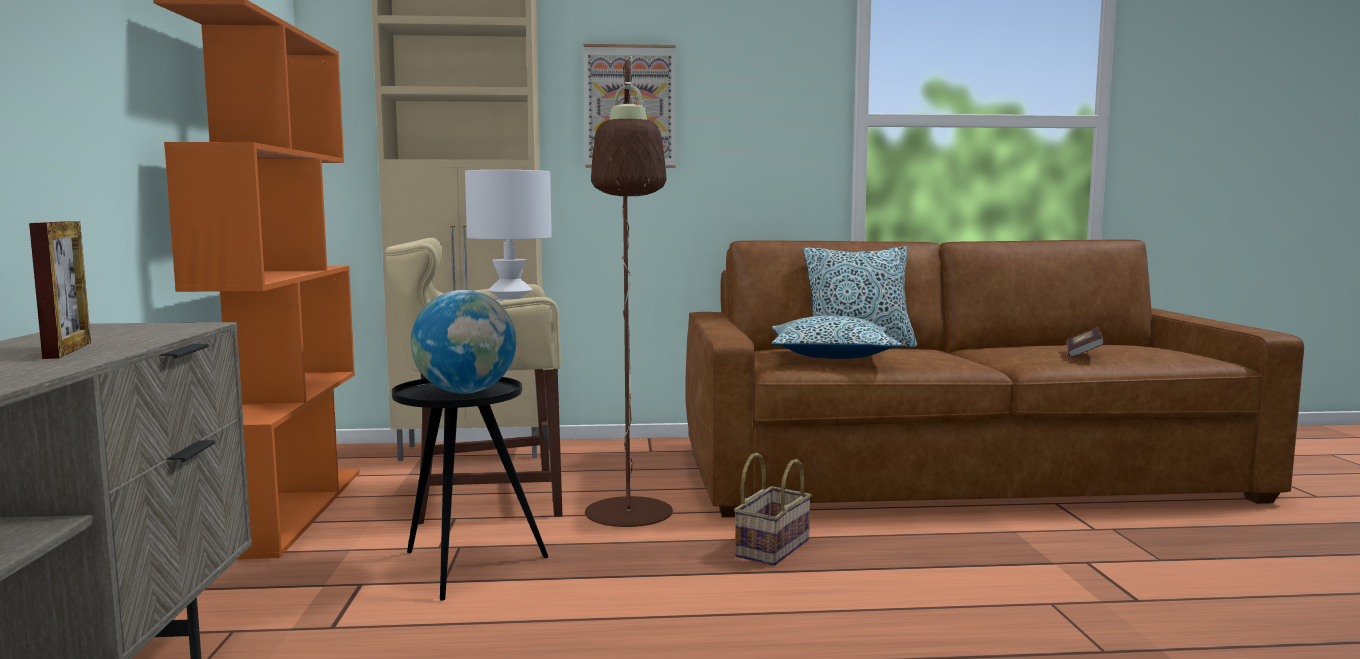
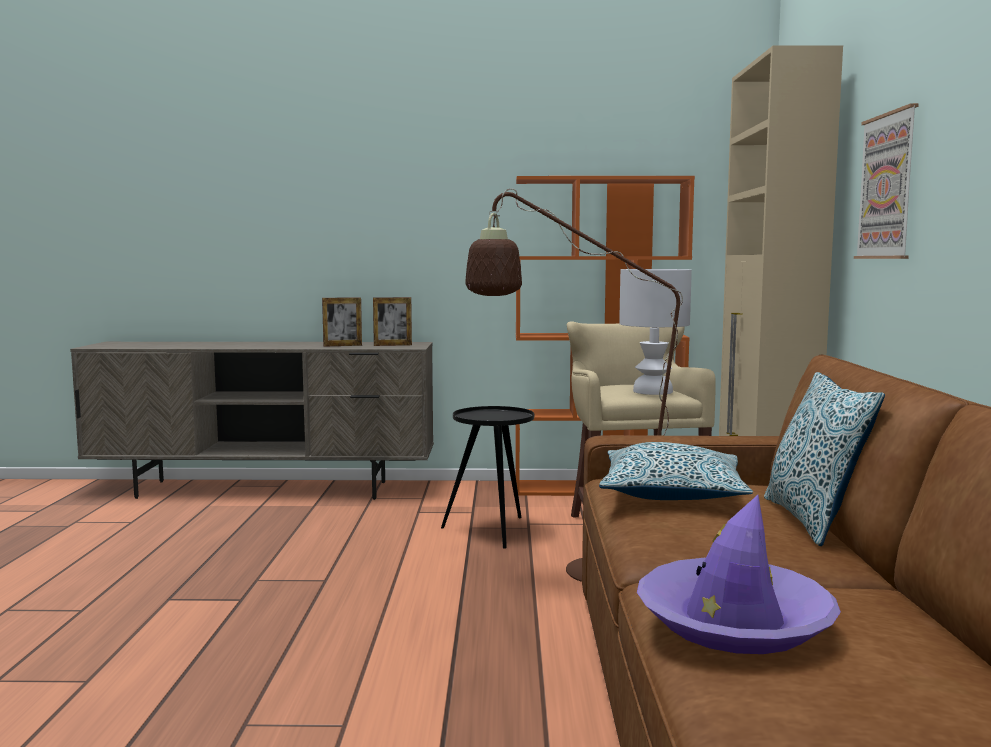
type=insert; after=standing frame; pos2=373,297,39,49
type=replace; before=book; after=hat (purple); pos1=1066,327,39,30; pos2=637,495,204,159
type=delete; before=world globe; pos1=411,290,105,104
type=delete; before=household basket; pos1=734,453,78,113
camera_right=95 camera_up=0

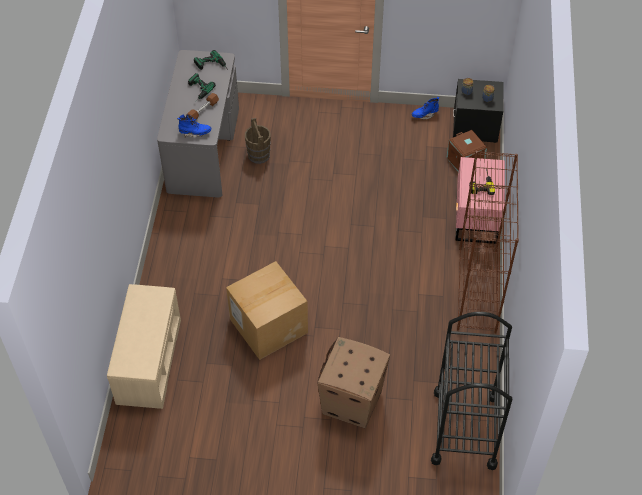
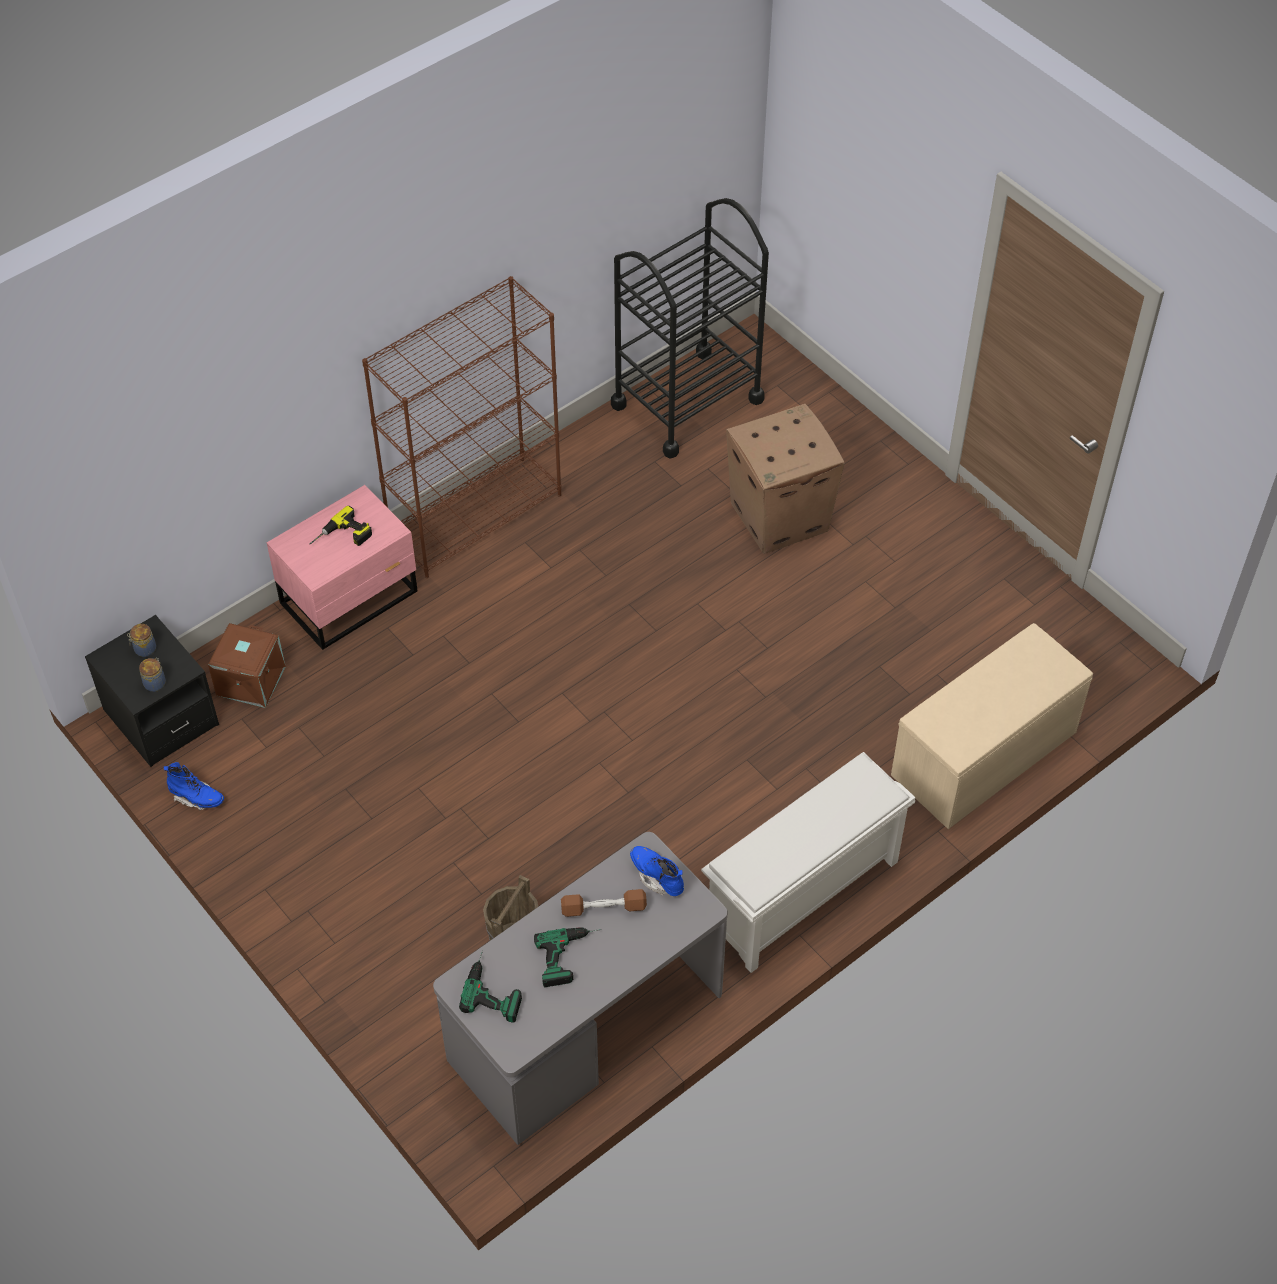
type=insert; after=shoe rack (whitish); pos2=701,752,214,221
type=delete; before=packing box; pos1=226,261,82,99
camera_right=-135 camera_up=0

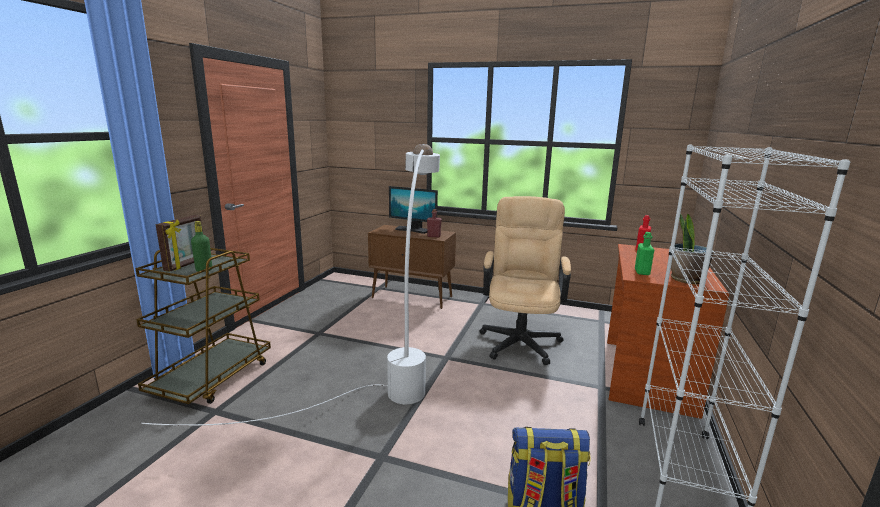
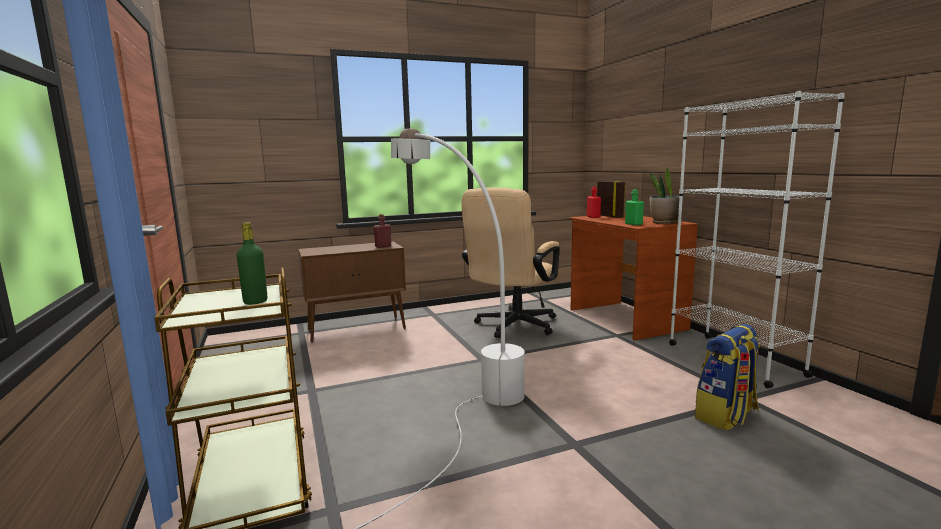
type=rotate; before=office chair (beige-coloured); pos1=479,196,92,169; pos2=462,187,98,151; turn=-120
type=move; before=standing frame; pos1=156,215,47,57; pos2=597,180,29,38
type=delete; before=computer screen; pos1=389,186,49,48
camera_right=-40 camera_up=-5

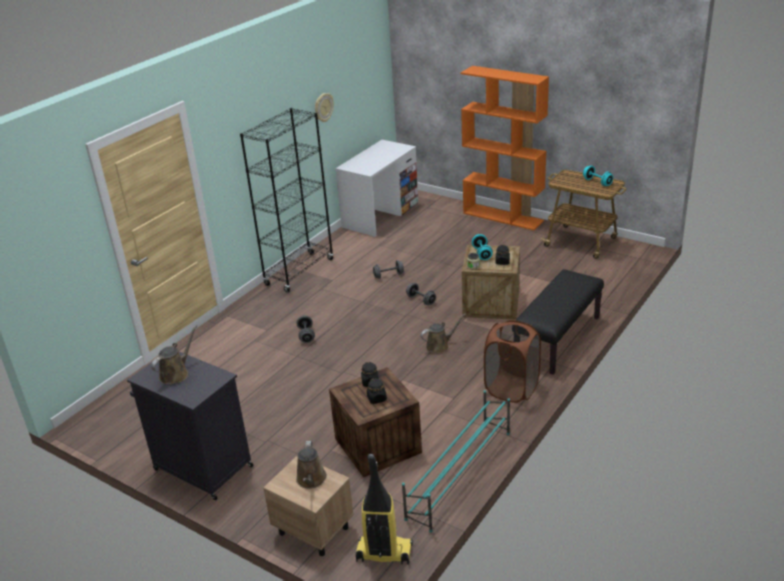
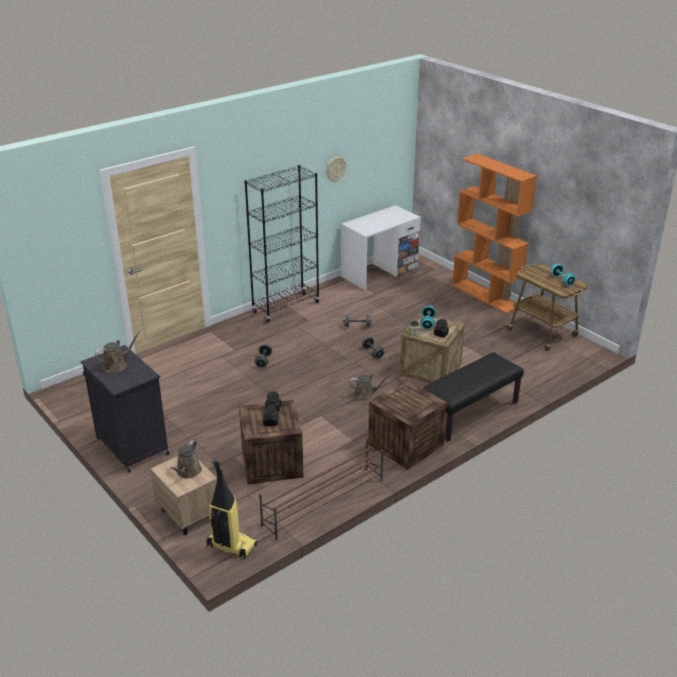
type=recolor; before=shoe rack (turquoise-coloured); after=shoe rack (brownish); pos1=402,390,108,142; pos2=259,438,125,102
type=replace; before=washing basket (brownish); after=packing crate; pos1=484,320,57,83; pos2=368,380,79,90
camera_right=15 camera_up=0

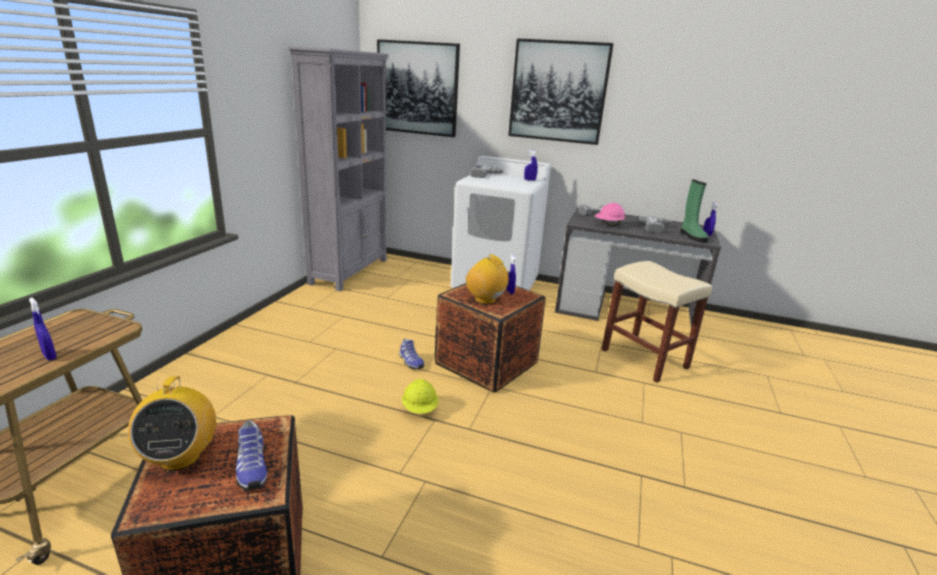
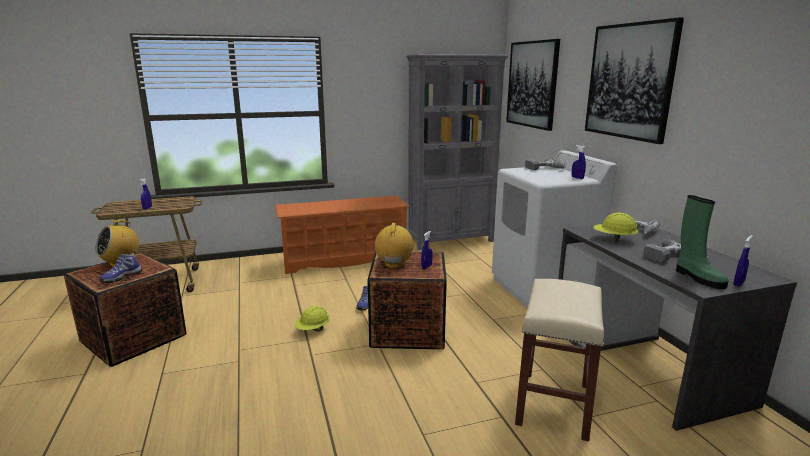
type=insert; after=shoe rack (orange-coloured); pos2=275,195,135,79
type=recolor; before=hard hat (pink); after=hard hat (yellow-coloured); pos1=595,203,30,23; pos2=593,212,46,30
type=rotate; before=high-top boot (greenish); pos1=680,179,29,64; pos2=676,195,53,94; turn=-60
camera_right=55 camera_up=-5

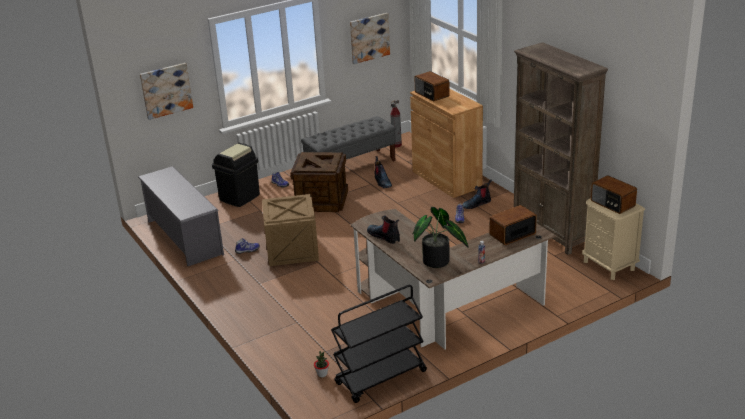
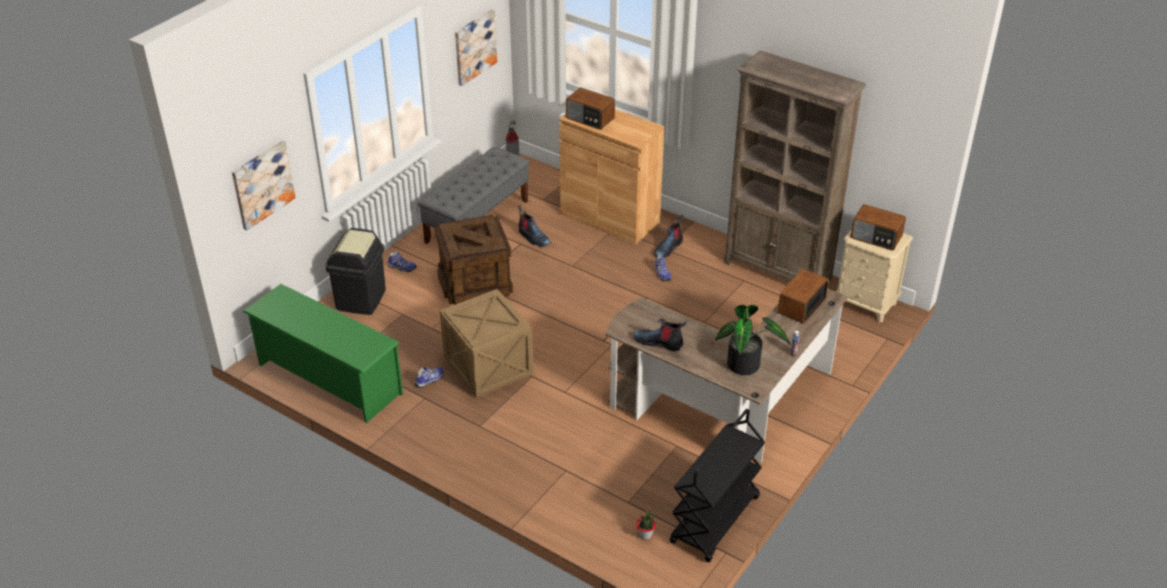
type=recolor; before=shoe rack (gray); after=shoe rack (greenish); pos1=138,166,86,100; pos2=243,284,160,139
camera_right=-25 camera_up=10

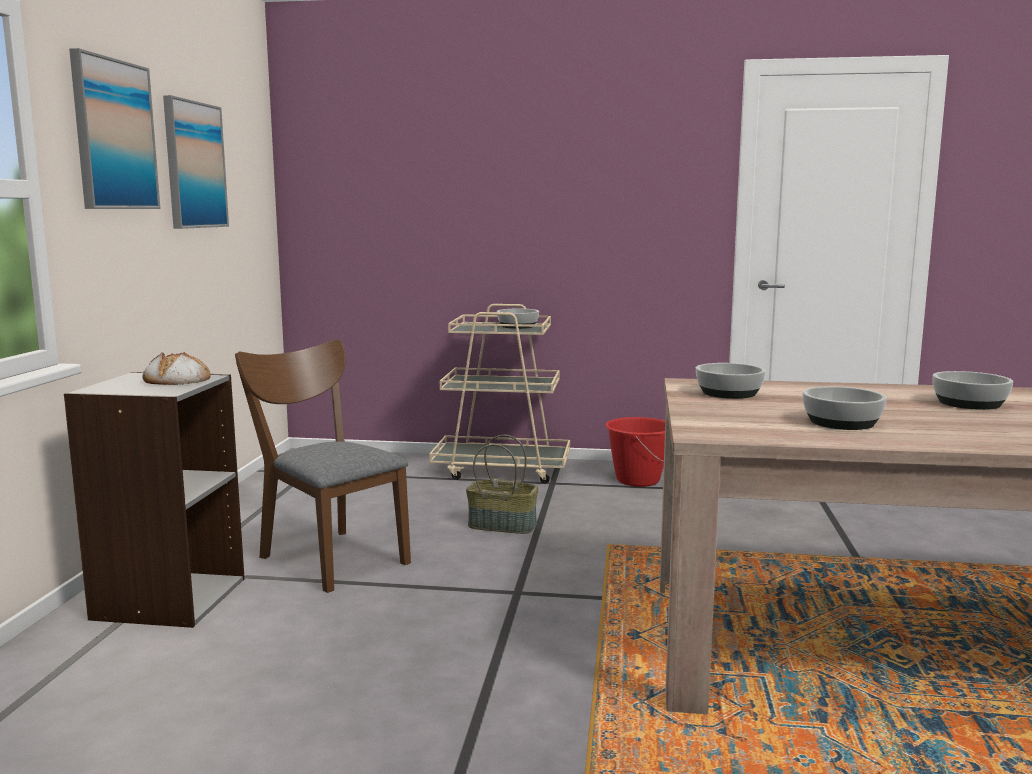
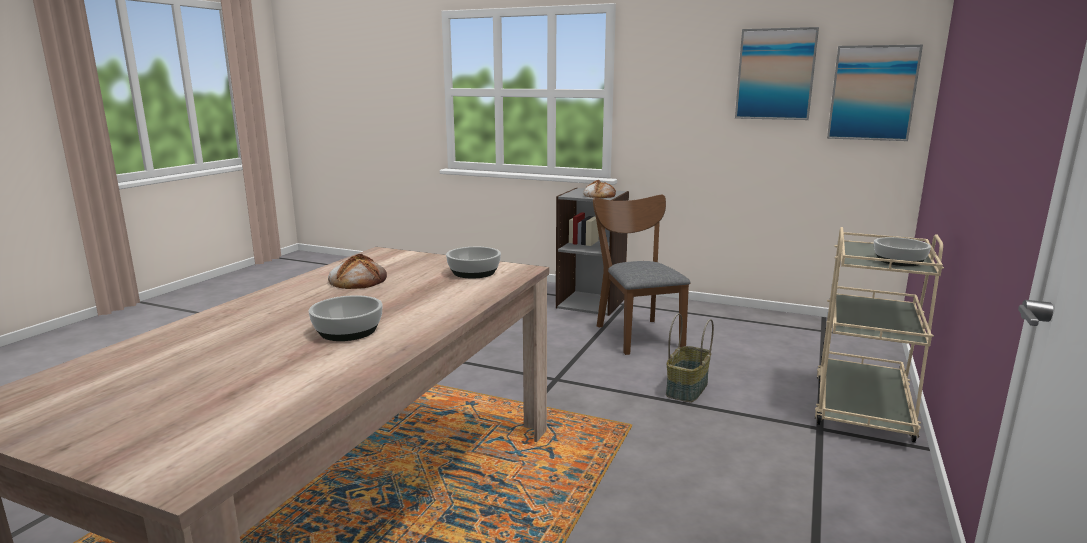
type=replace; before=bowl; after=baked bread; pos1=802,386,85,44; pos2=328,254,59,35
type=rotate; before=plain chair (brownish); pos1=235,340,176,253; pos2=593,195,97,160; turn=-75
type=move; before=picture; pos1=69,48,91,161; pos2=827,45,96,96
type=delete; before=water bucket (red); pos1=606,417,59,70
camera_right=105 camera_up=5

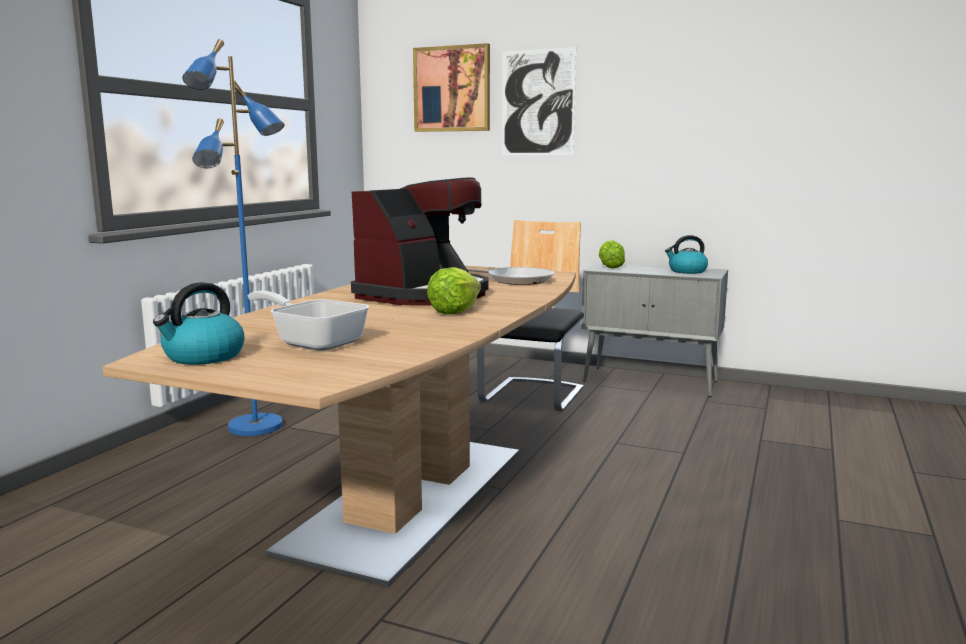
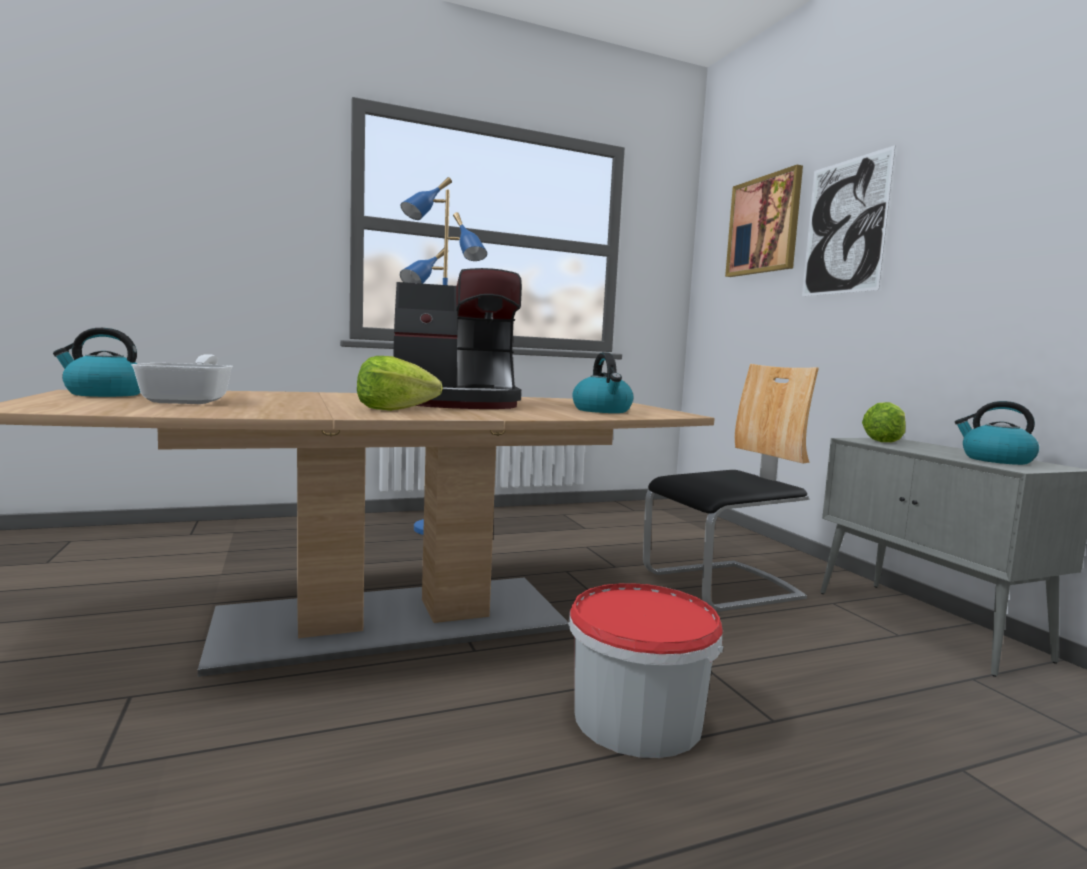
type=insert; after=water bucket; pos2=568,583,155,175
type=replace; before=pan; after=kettle; pos1=467,267,87,18; pos2=572,352,61,61
camera_right=45 camera_up=-5

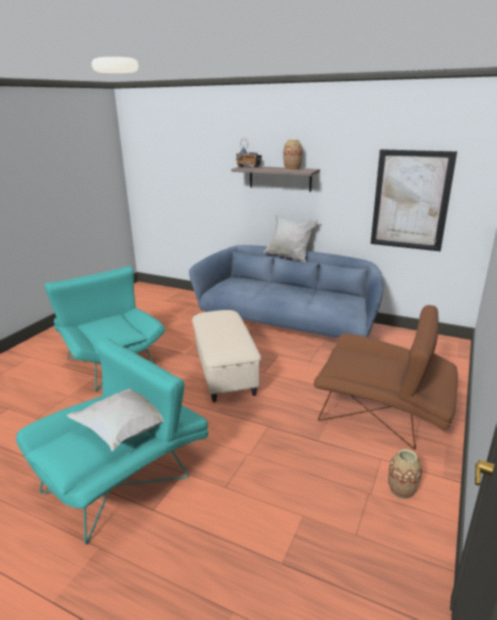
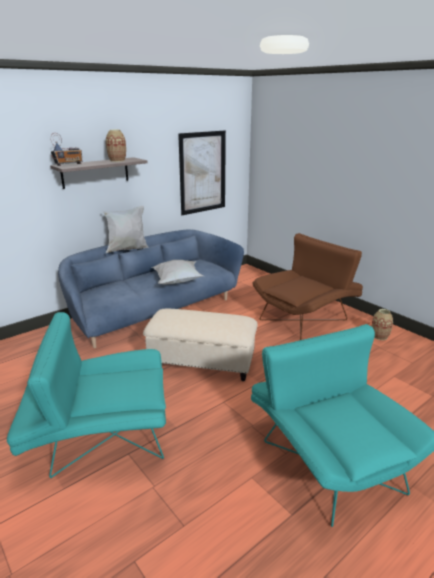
type=move; before=throw pillow (whitish); pos1=67,389,97,62; pos2=151,260,53,25
camera_right=-65 camera_up=0

